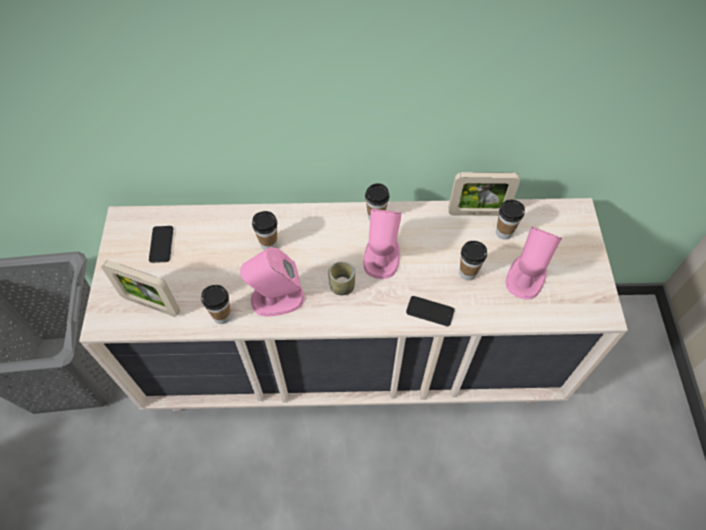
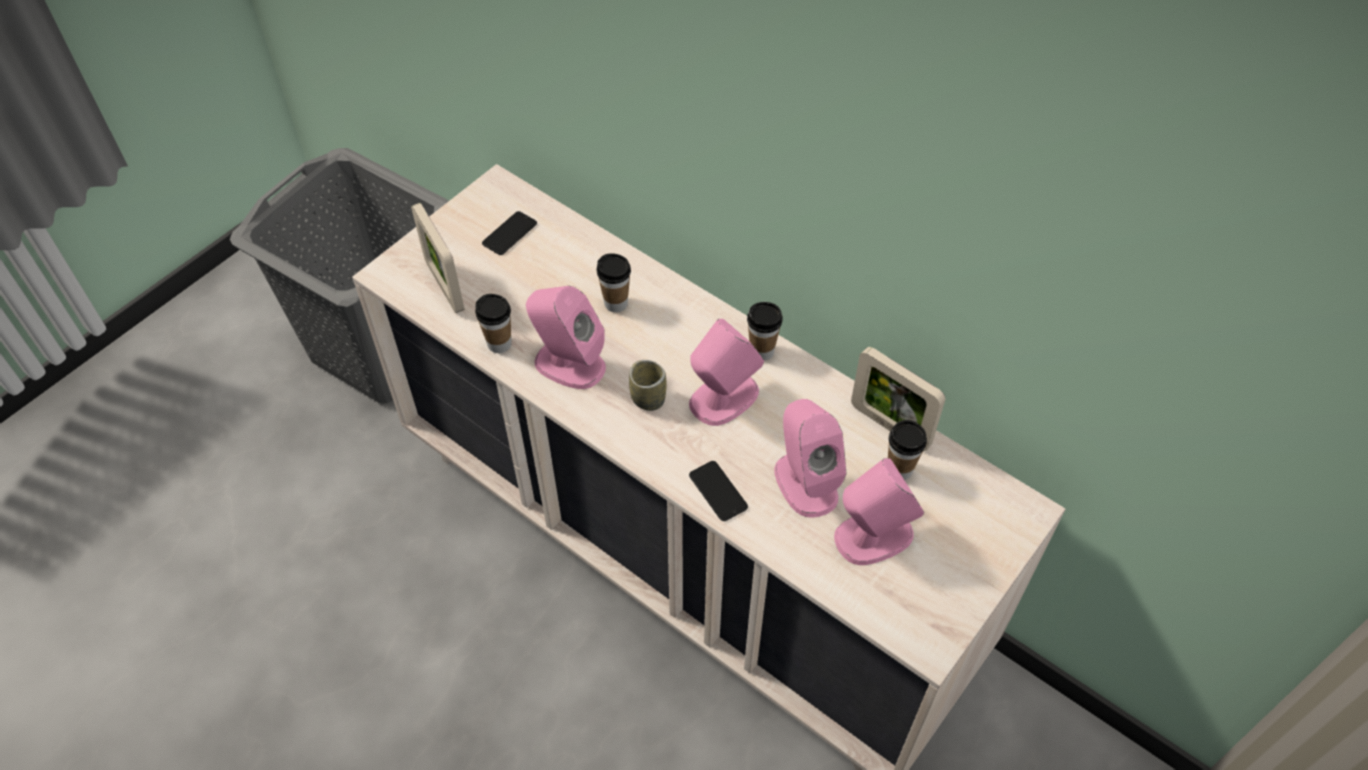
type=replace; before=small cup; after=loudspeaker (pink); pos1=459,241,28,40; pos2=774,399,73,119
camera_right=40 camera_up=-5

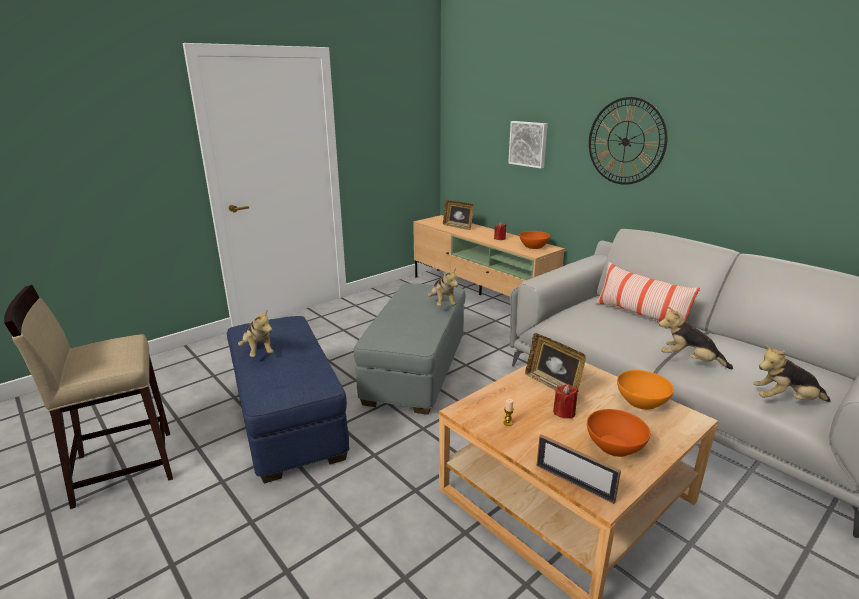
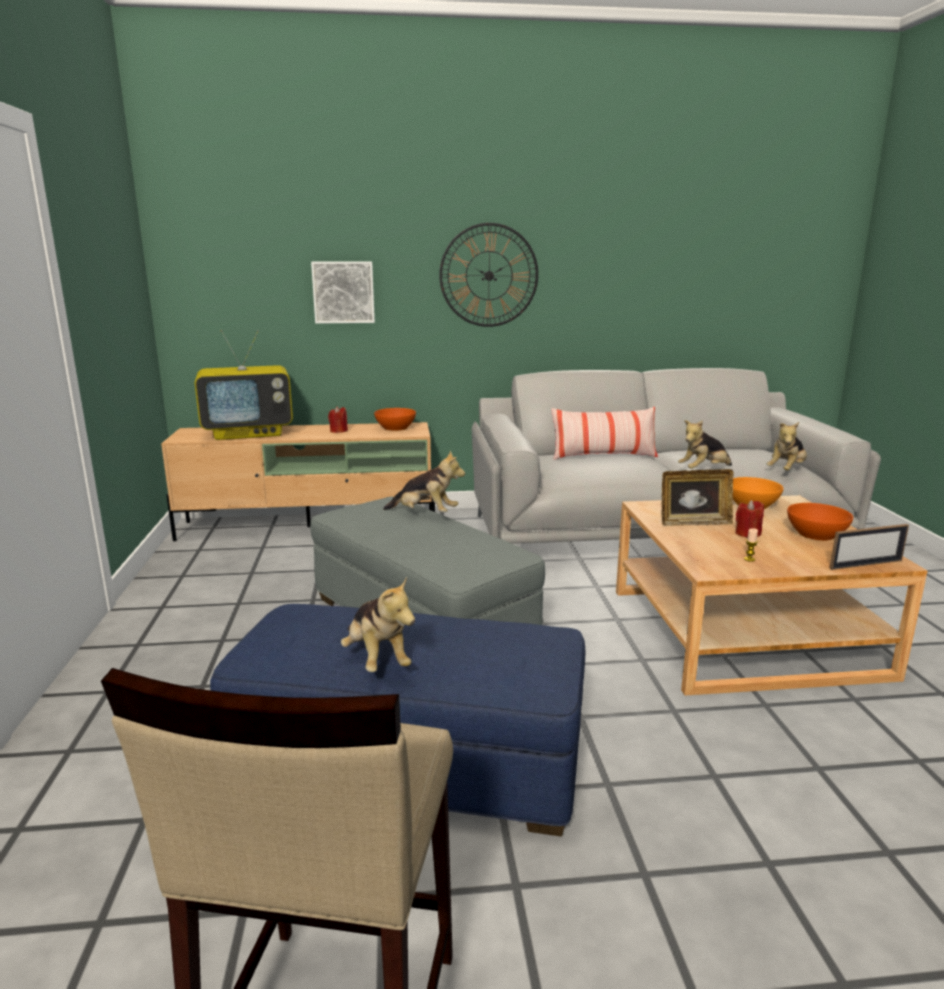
type=replace; before=standing frame; after=TV; pos1=443,200,31,30; pos2=195,330,98,110
type=rotate; before=plush toy; pos1=238,309,36,48; pos2=341,577,74,95; turn=60
camera_right=-55 camera_up=-5

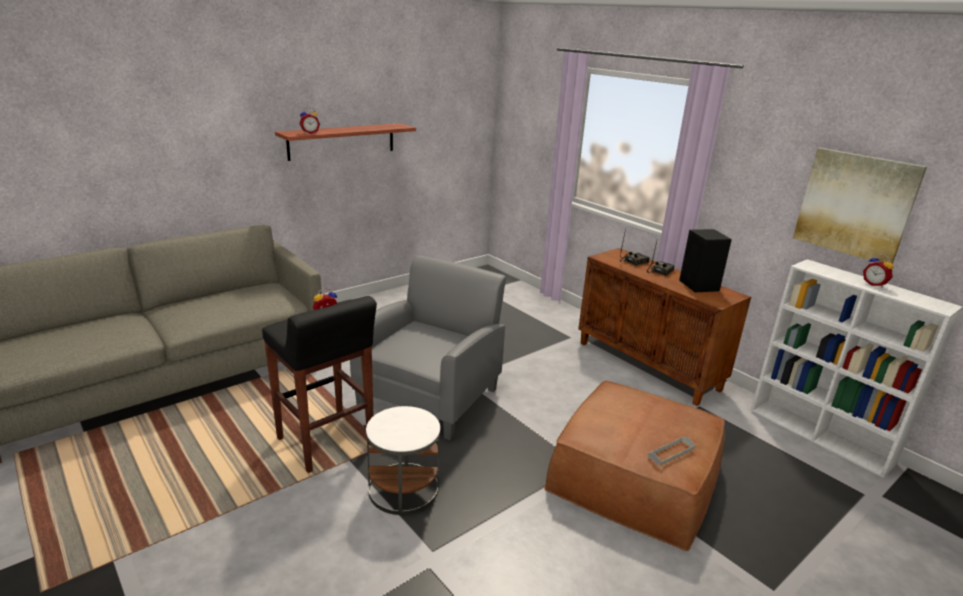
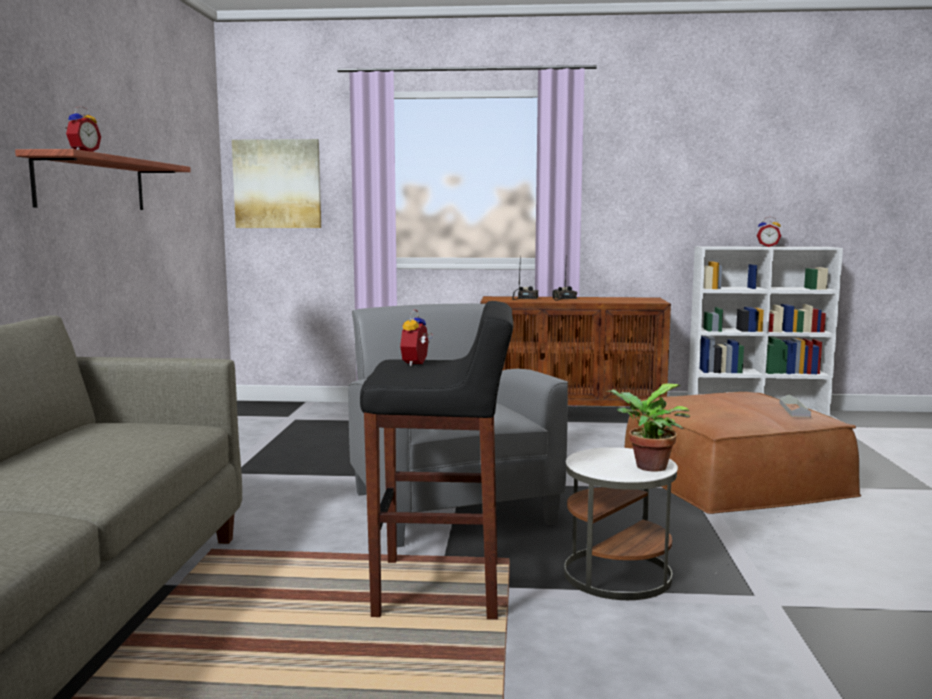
type=move; before=picture; pos1=793,148,134,116; pos2=232,139,89,89
type=insert; after=plant in a pot; pos2=606,384,85,88
type=delete; before=loudspeaker (blackish); pos1=679,229,53,63
camera_right=-45 camera_up=-15

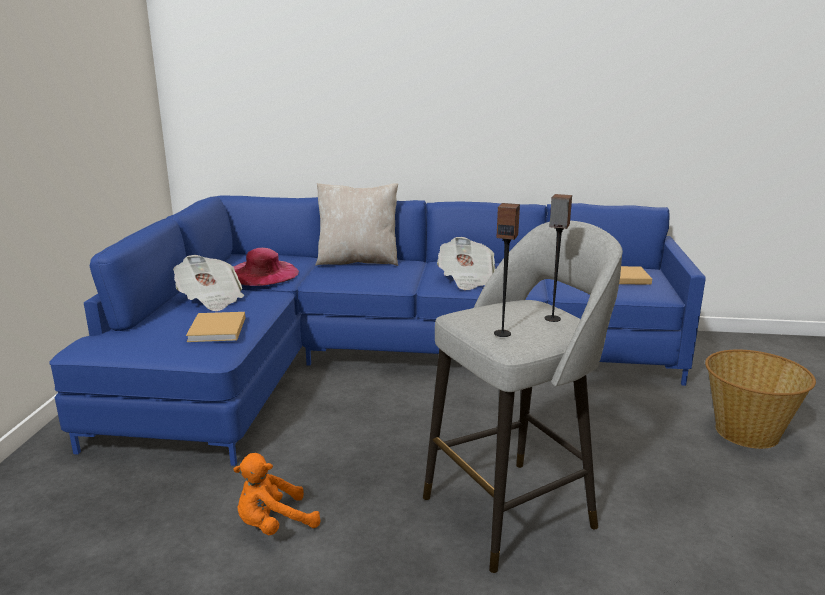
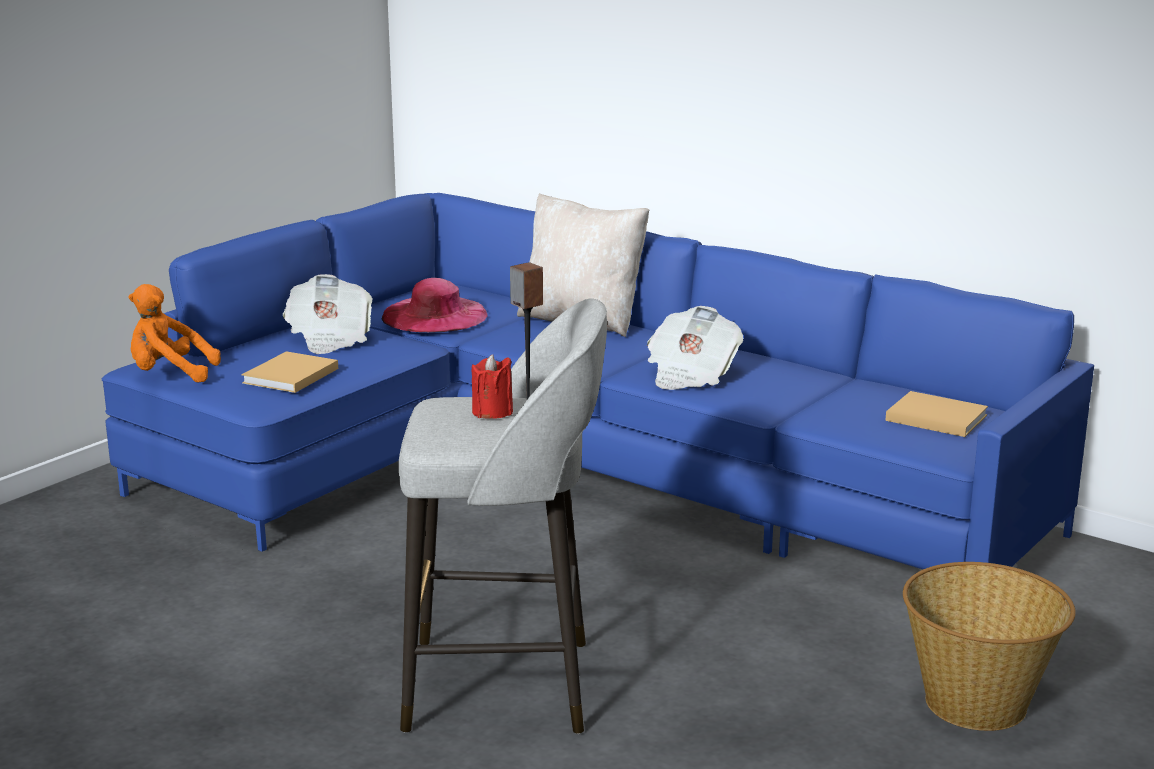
type=move; before=plush toy (orange-coloured); pos1=233,453,88,82; pos2=129,284,92,99
type=insert; after=wax candle (red); pos2=472,354,41,65
type=delete; before=loudspeaker; pos1=494,203,26,134
camera_right=30 camera_up=0

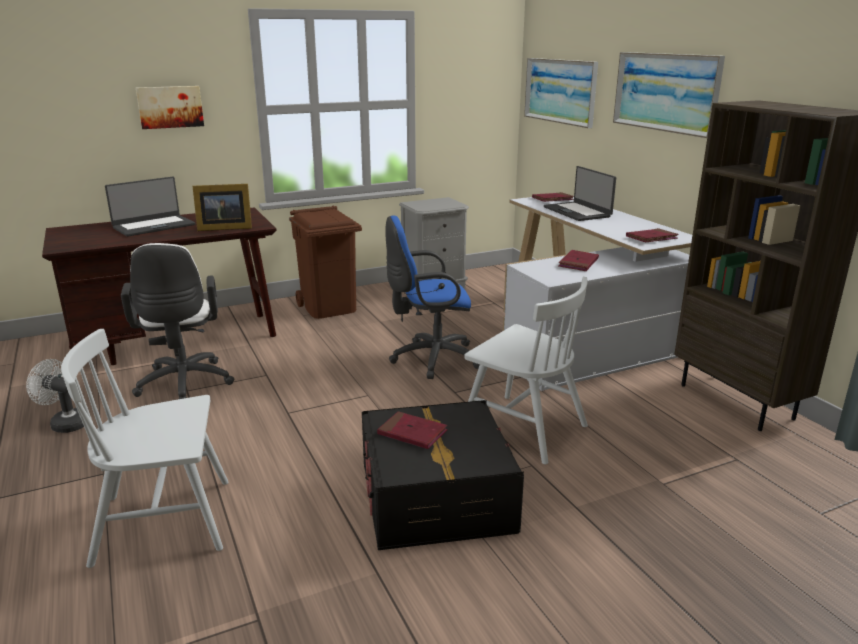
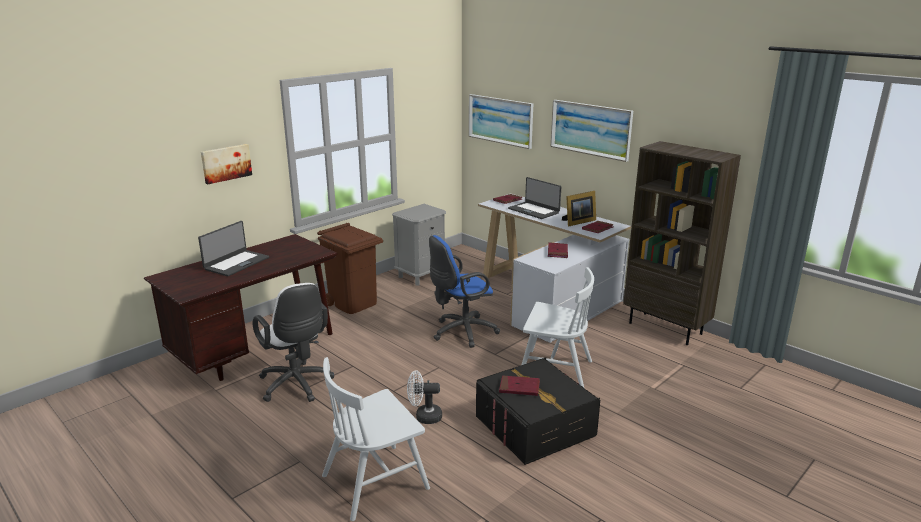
type=move; before=electric fan (whitish); pos1=26,359,58,74; pos2=407,370,35,54
type=move; before=standing frame; pos1=193,184,59,47; pos2=562,191,34,35
camera_right=-20 camera_up=0

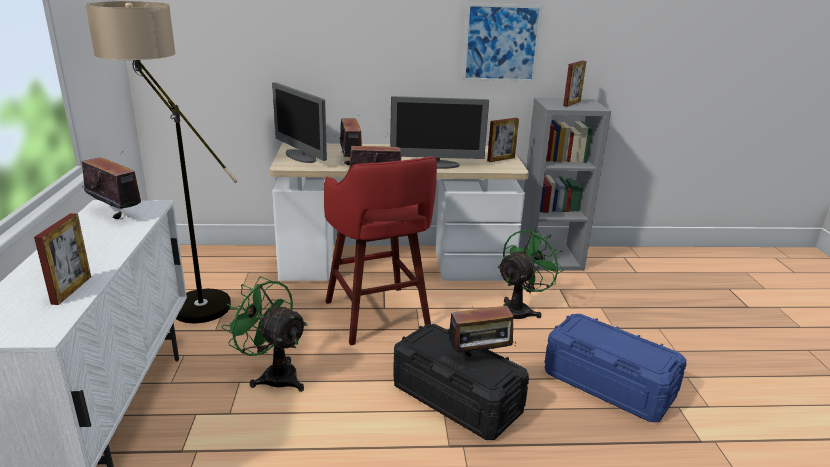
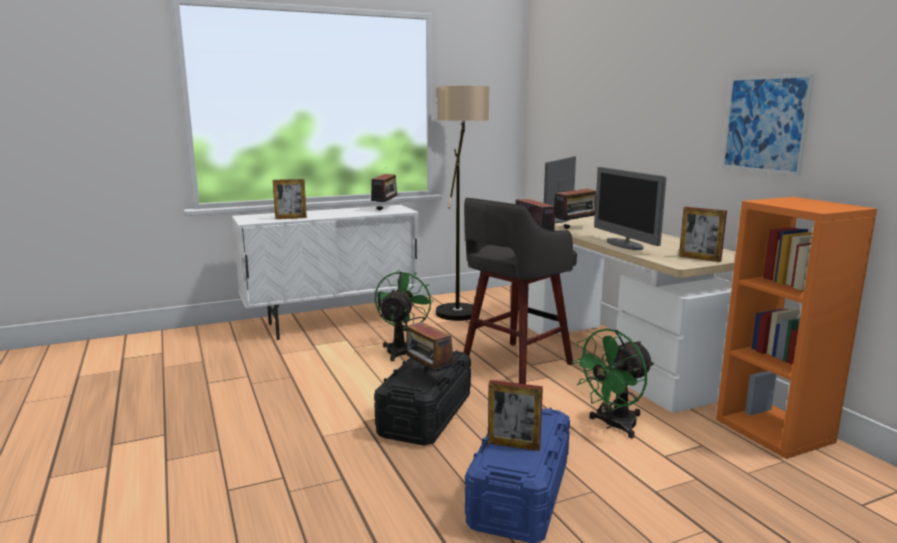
type=recolor; before=sitting stool (red); after=sitting stool (gray); pos1=324,156,113,189; pos2=463,198,114,186
type=move; before=standing frame; pos1=563,61,23,46; pos2=488,380,55,71
type=rotate; before=electric fan (greenish); pos1=497,227,67,92; pos2=571,328,83,110; turn=120
type=recolor; before=bookcase (gray); after=bookcase (orange-coloured); pos1=519,98,92,173; pos2=716,197,161,262
camera_right=70 camera_up=-10

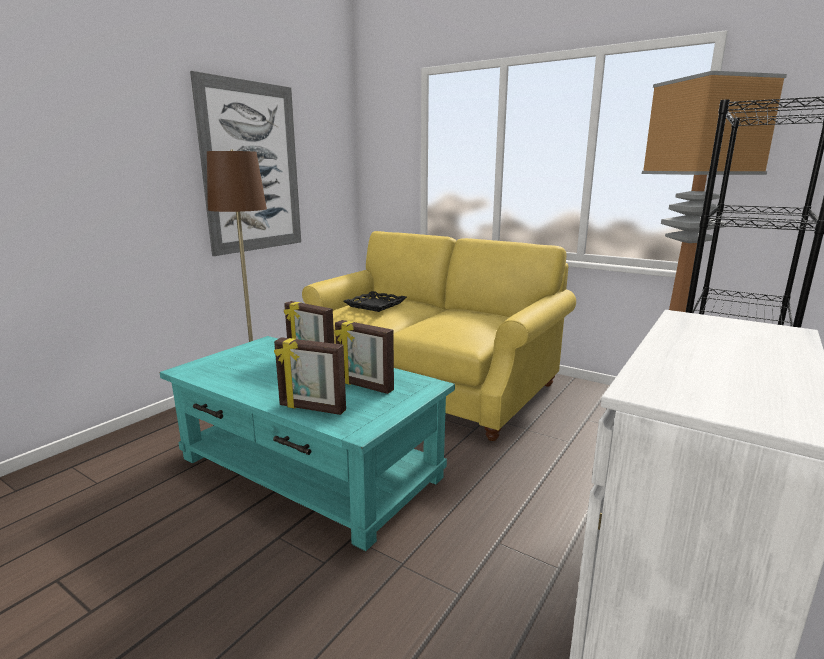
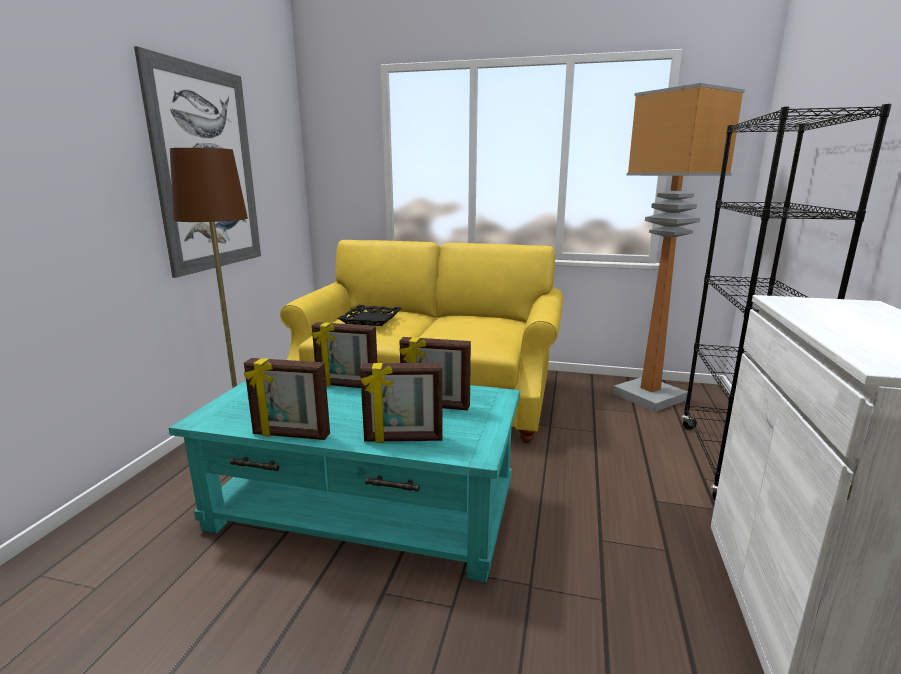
type=insert; after=standing frame; pos2=244,358,86,82
camera_right=-20 camera_up=0

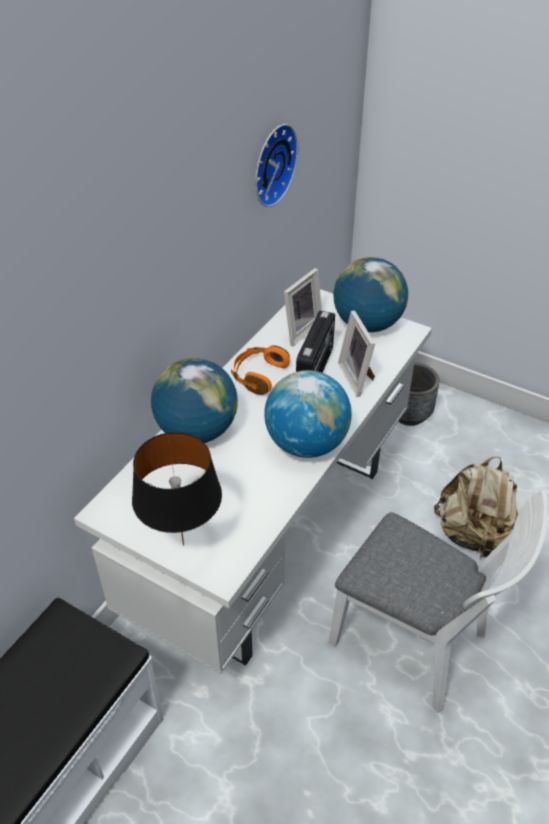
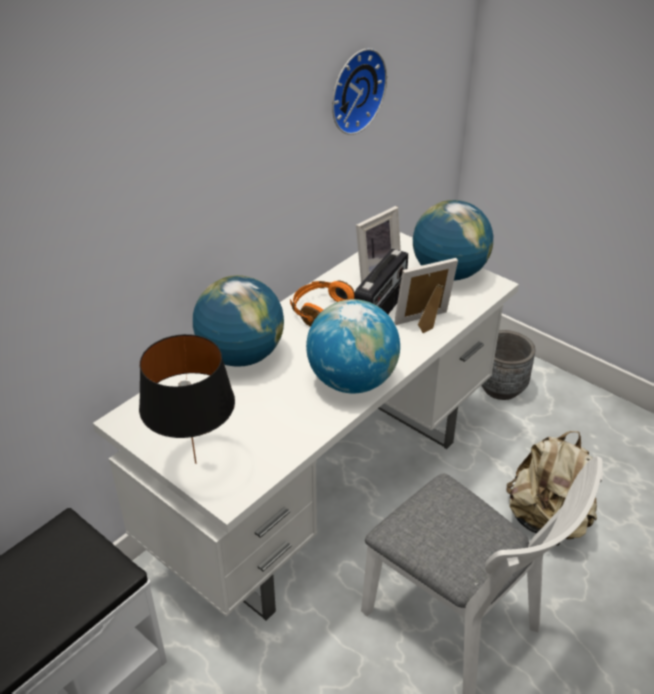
type=rotate; before=standing frame; pos1=338,311,37,86; pos2=394,258,64,75; turn=75
camera_right=10 camera_up=-5

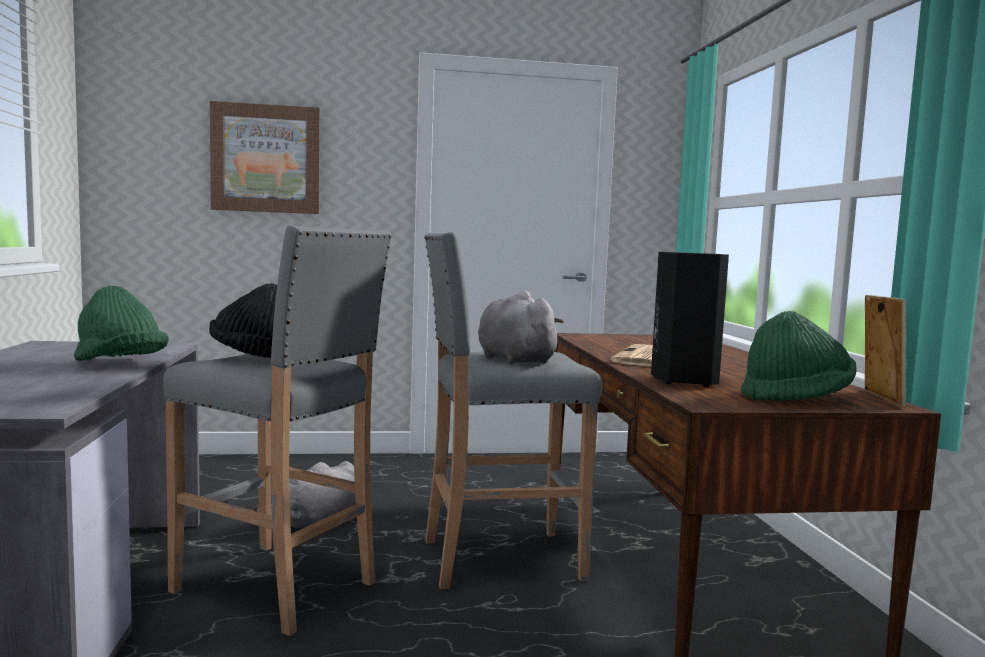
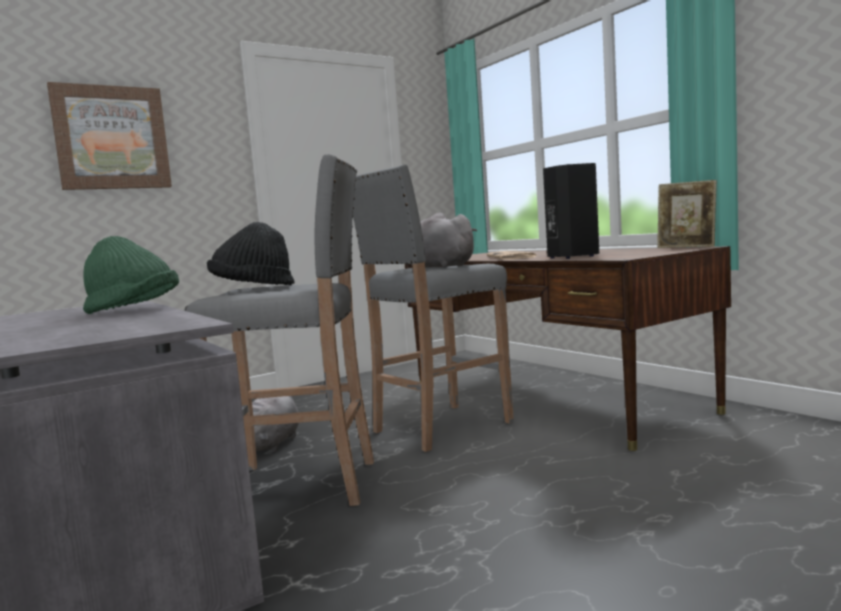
type=rotate; before=standing frame; pos1=865,295,42,112; pos2=657,180,60,68; turn=150
type=delete; before=hat (greenish); pos1=741,311,115,90
camera_right=-25 camera_up=0

